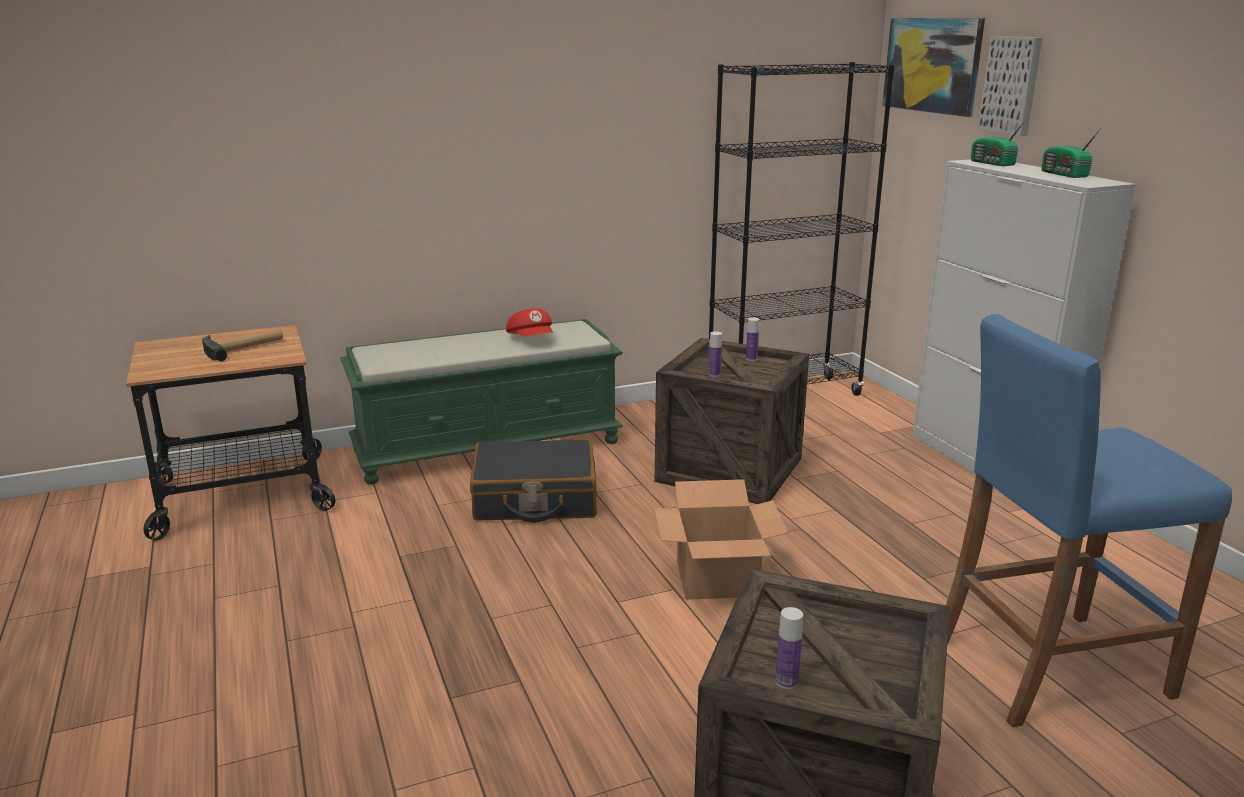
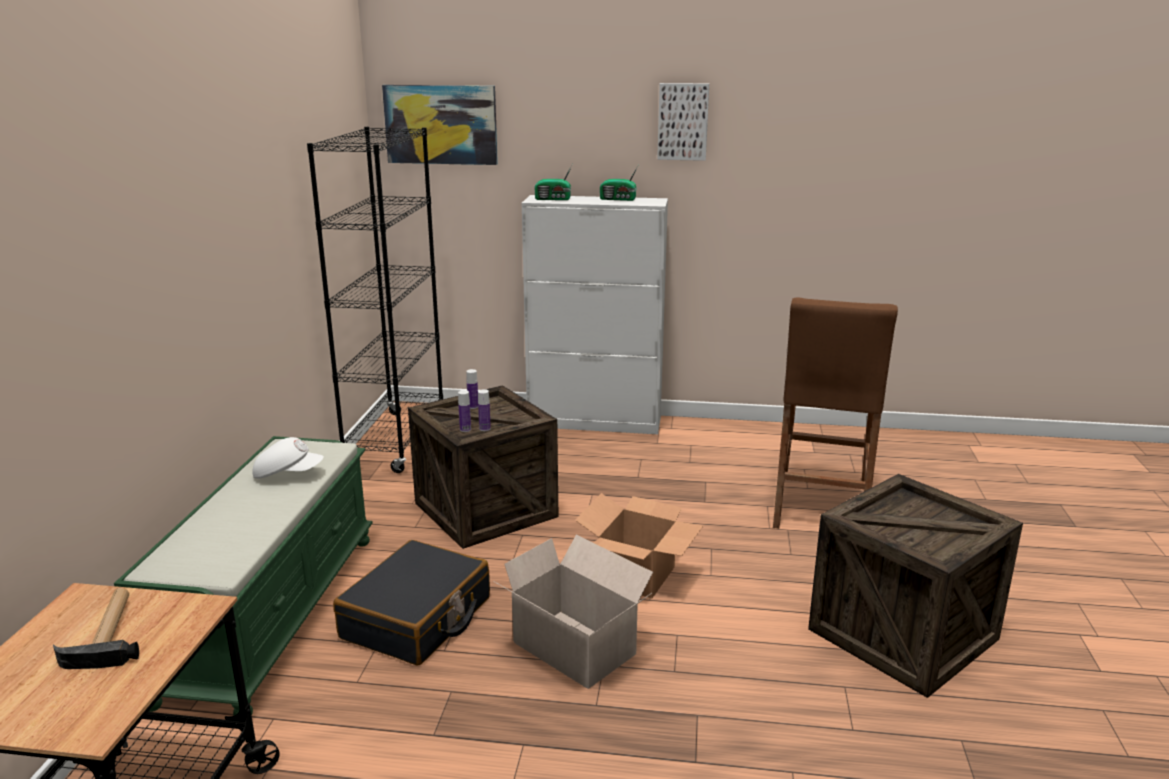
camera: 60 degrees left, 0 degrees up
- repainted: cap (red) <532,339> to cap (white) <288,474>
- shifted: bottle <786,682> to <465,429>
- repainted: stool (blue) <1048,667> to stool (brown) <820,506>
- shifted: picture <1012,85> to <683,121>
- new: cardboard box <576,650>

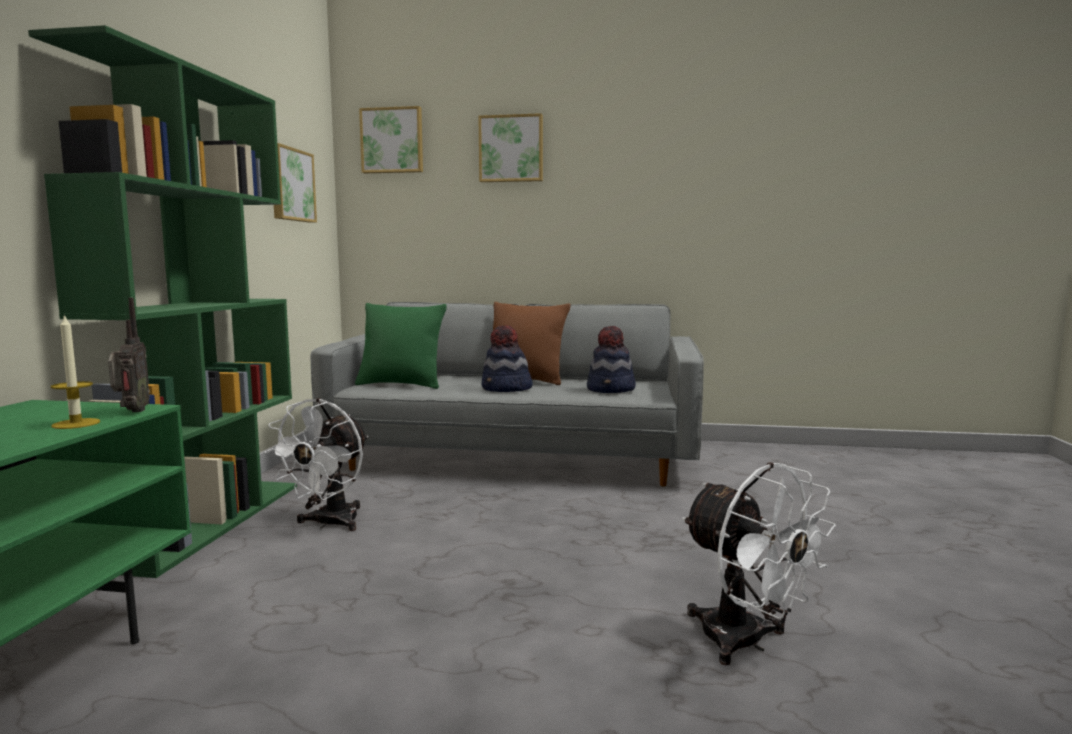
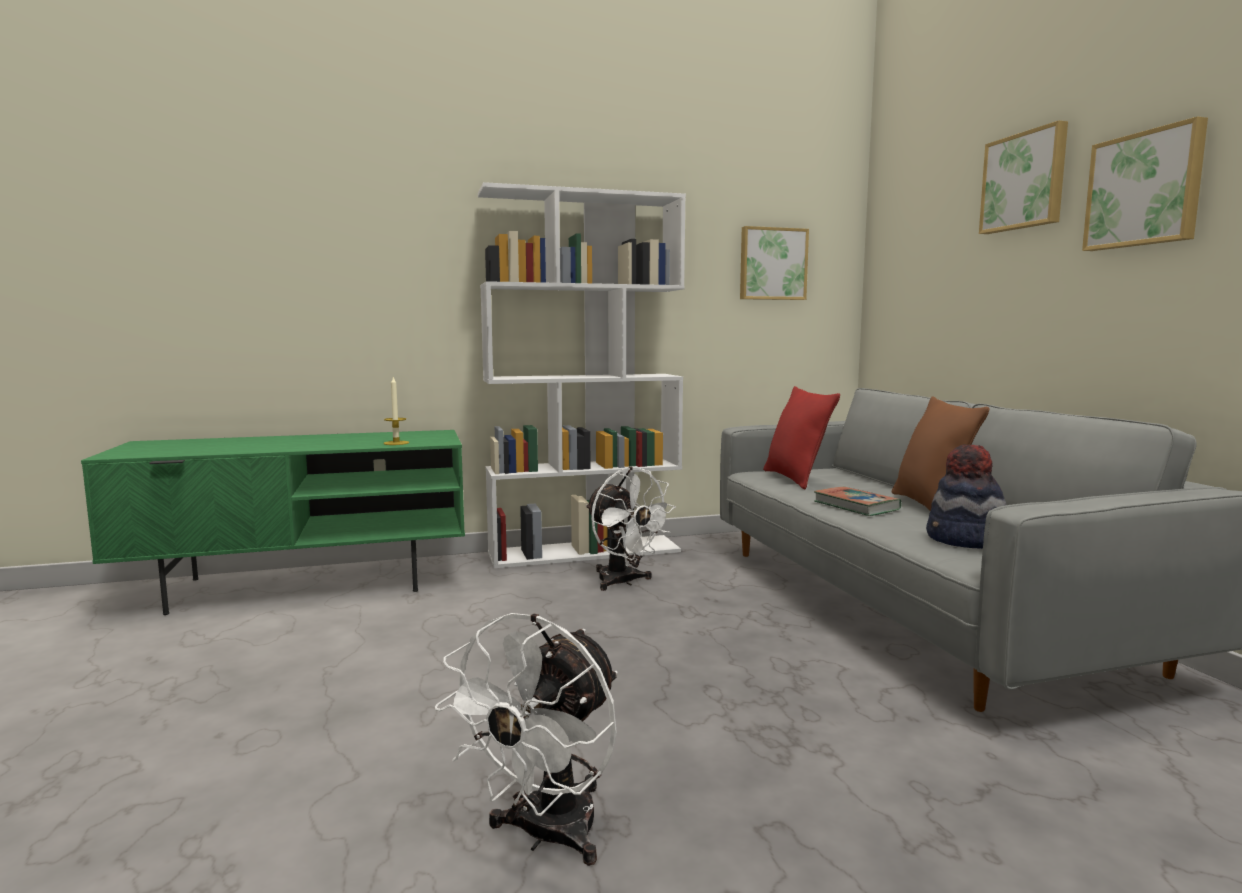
camera: 65 degrees right, 0 degrees up
- repainted: bookcase (green) <208,522> to bookcase (white) <585,551>
- gone: radio <131,412>
- rotated: fan (white) <329,524> = <623,582> 120 degrees counterclockwise
- repainted: pillow (green) <401,384> to pillow (red) <795,479>
- shifted: picture <392,141> to <1145,189>
- swapped: hat <506,389> to book <856,506>

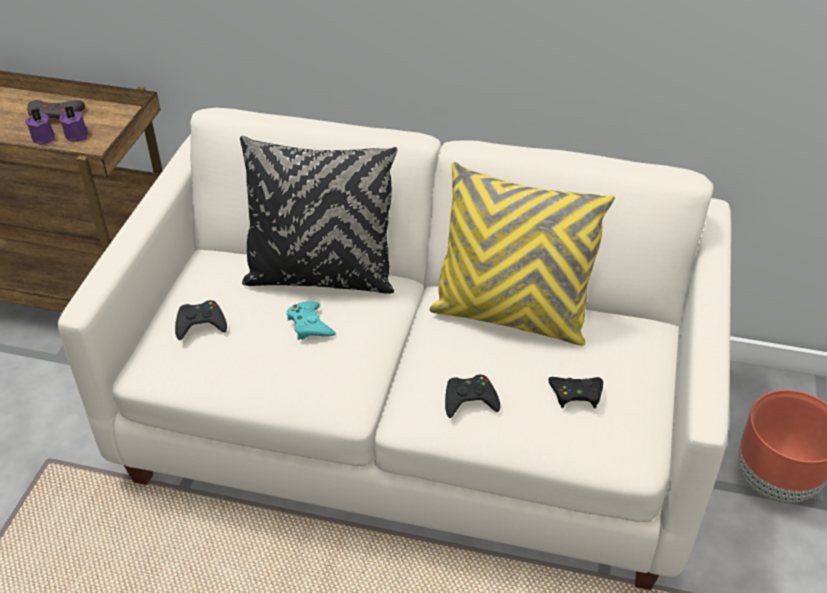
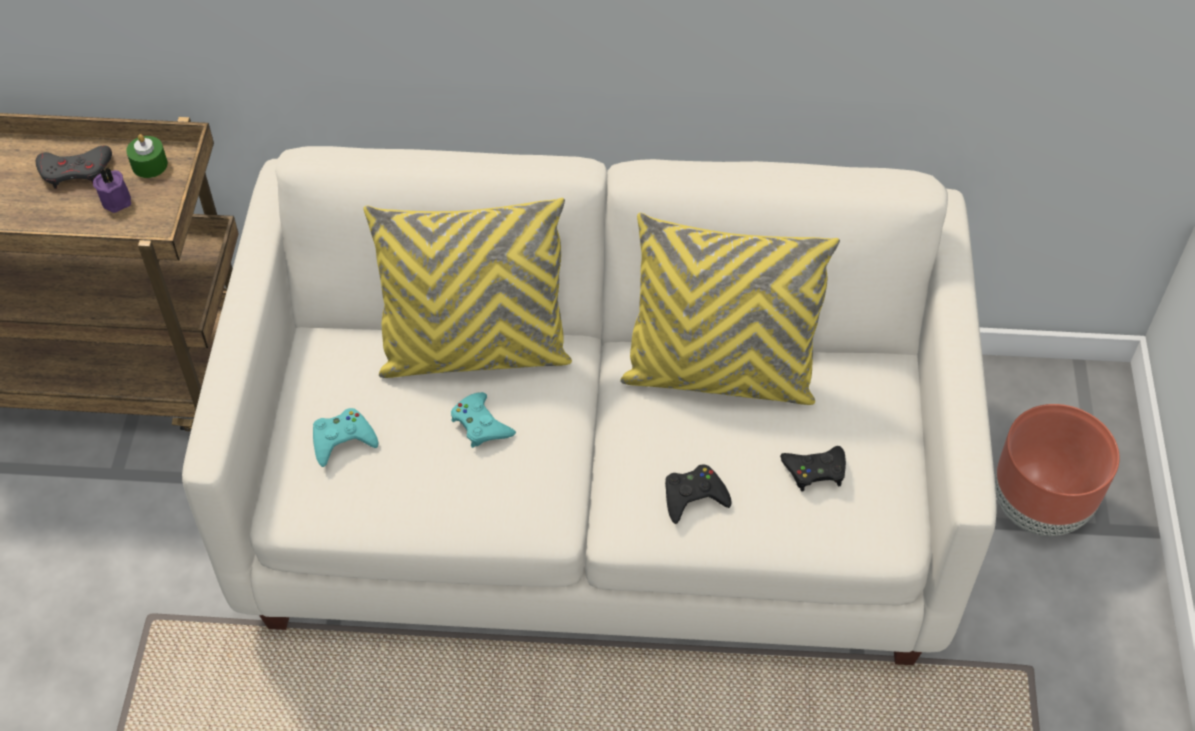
camera: 10 degrees left, 10 degrees up
- gone: candle (purple) <44,137>
- repainted: game controller (black) <200,324> to game controller (turquoise) <342,440>
- repainted: pillow (black) <321,277> to pillow (yellow) <475,352>
- new: candle (green) <149,165>

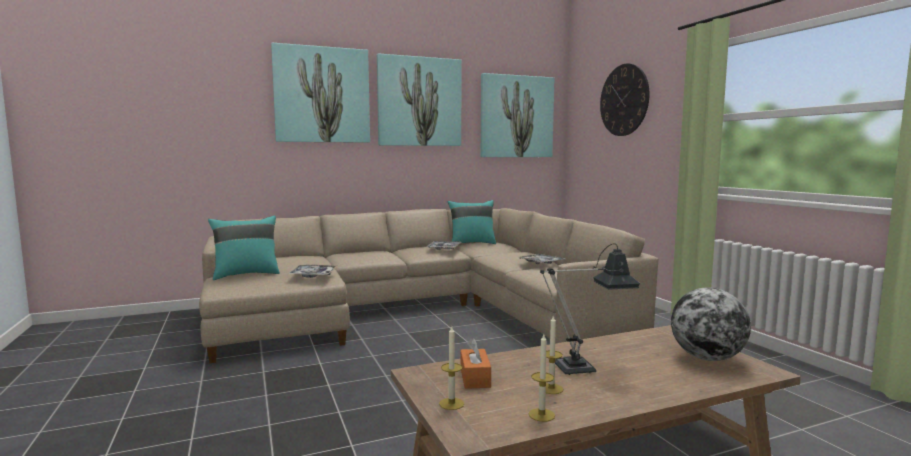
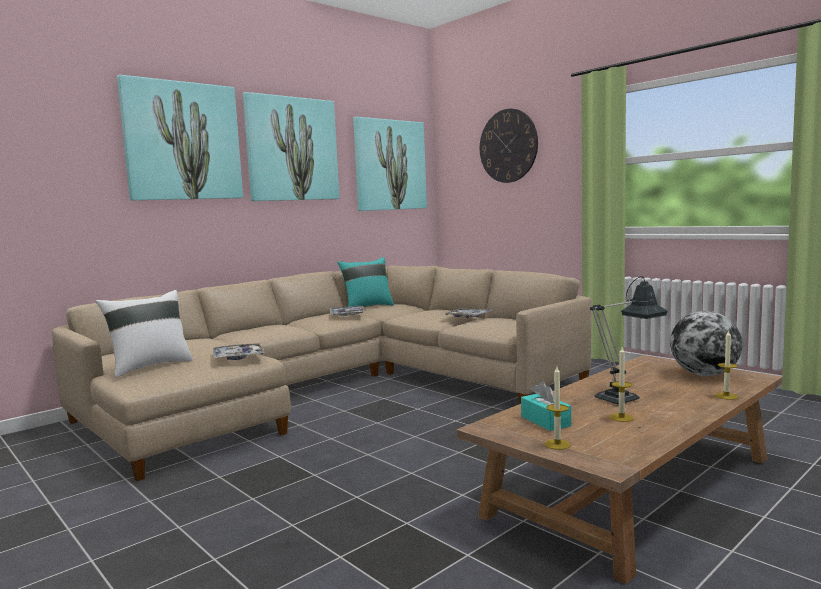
camera: 20 degrees left, 0 degrees up
- repainted: pillow (turquoise) <246,274> to pillow (white) <150,366>
- repainted: tissue box (orange) <475,377> to tissue box (turquoise) <545,421>
- shifted: candle <541,415> to <726,396>

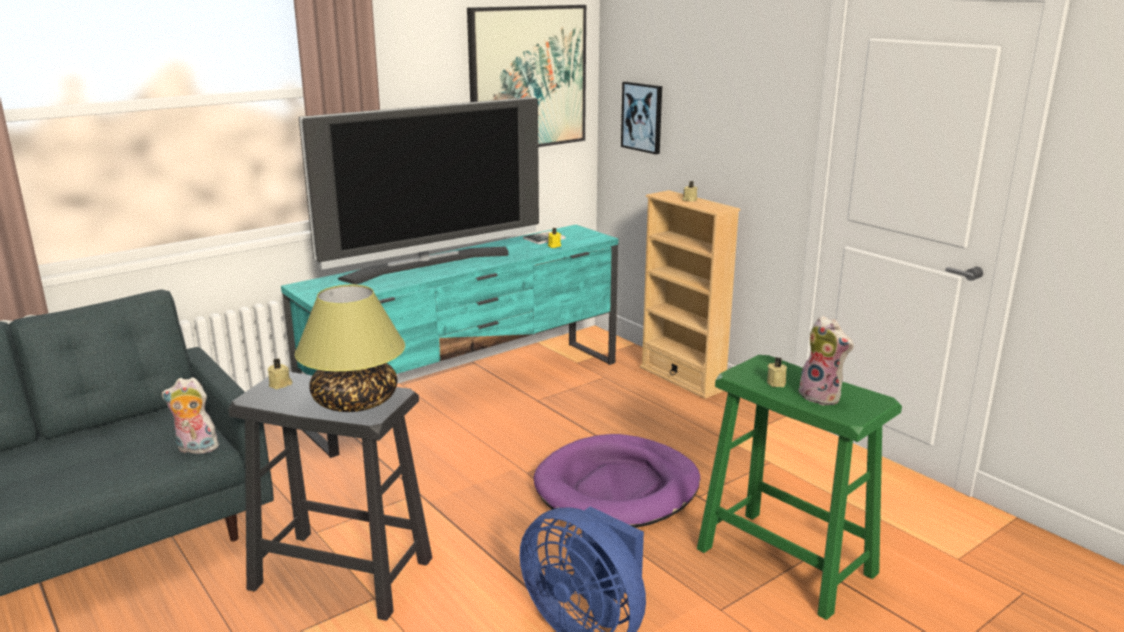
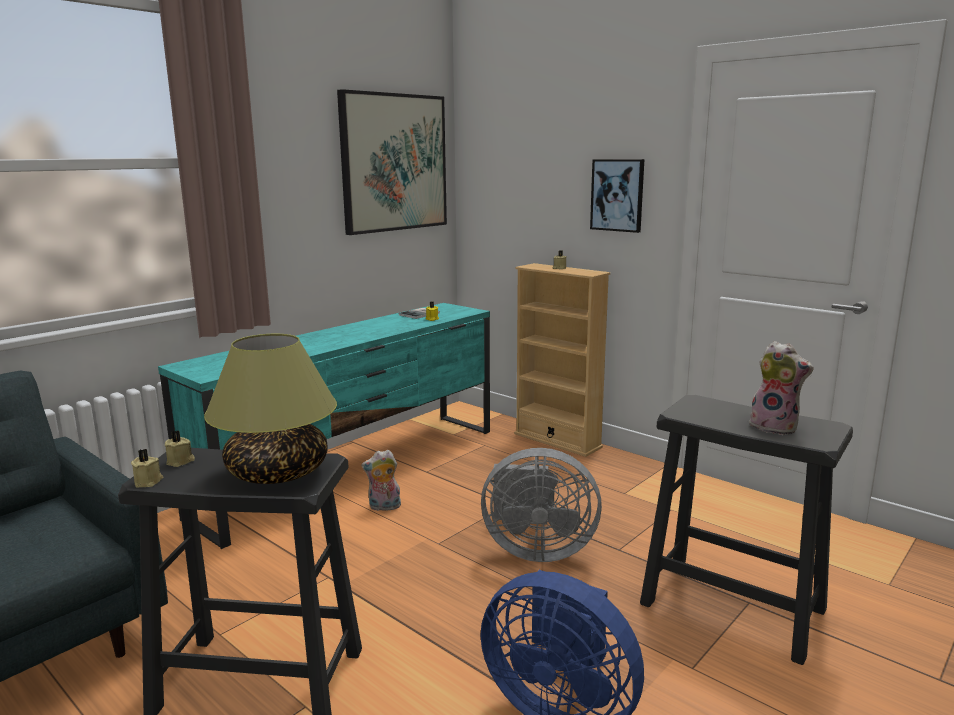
camera: 10 degrees left, 5 degrees down
- shifted: plush toy <195,449> to <384,507>
- gone: television <429,265>
- swapped: dog bed (purple) <617,488> to fan (grey) <535,549>
- shifted: picture <642,117> to <617,195>
- repainted: stool (green) <785,560> to stool (black) <731,606>
- shifted: candle (beige) <777,383> to <149,481>

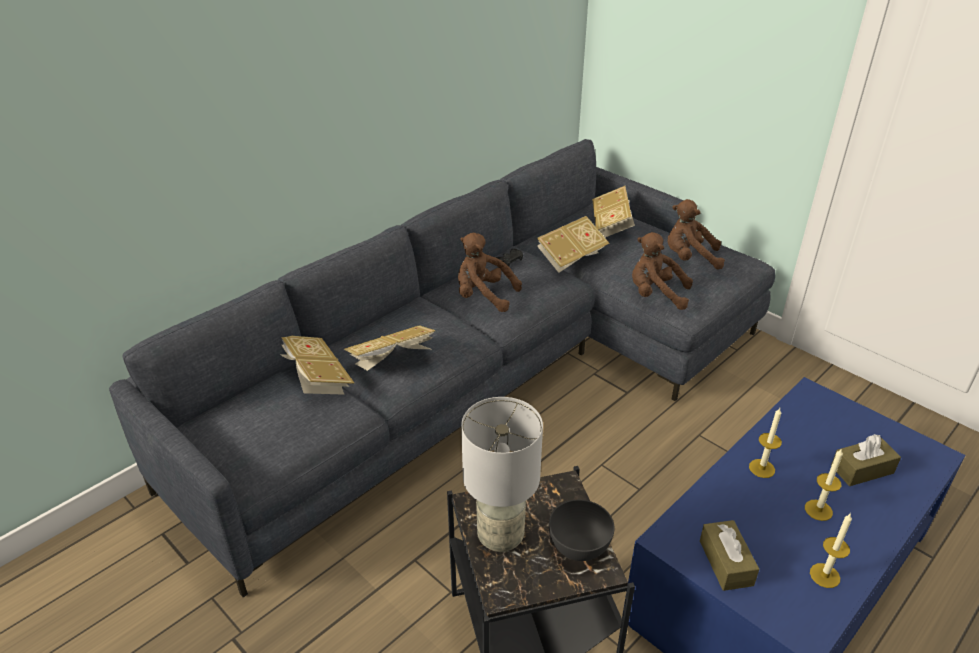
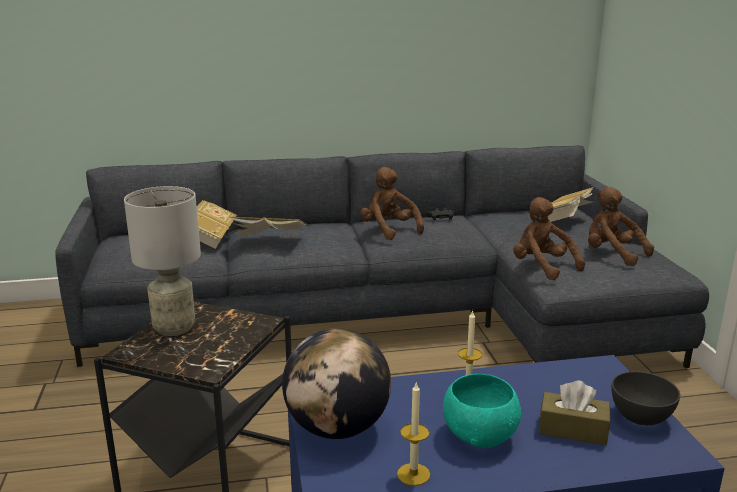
camera: 35 degrees right, 15 degrees down
- gone: book <570,257>
- shifted: bowl (grey) <579,546> to <641,417>
- swapped: tissue box (brown) <726,563> to globe <337,428>
- swapped: candle <818,510> to bowl (turquoise) <479,435>

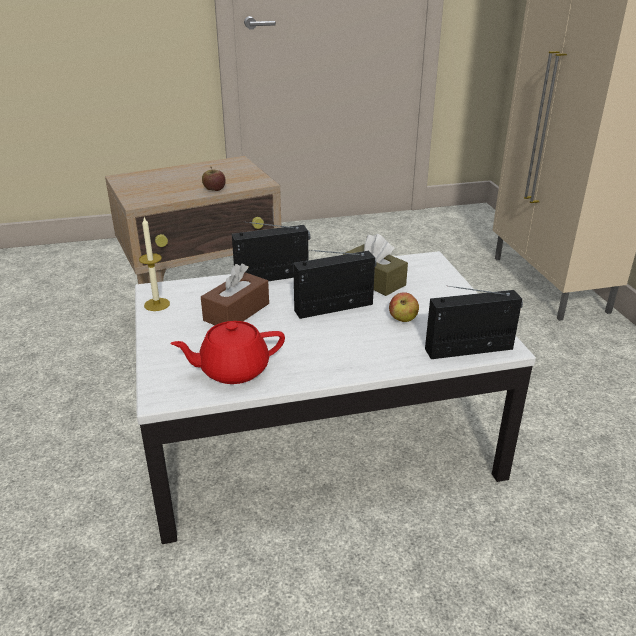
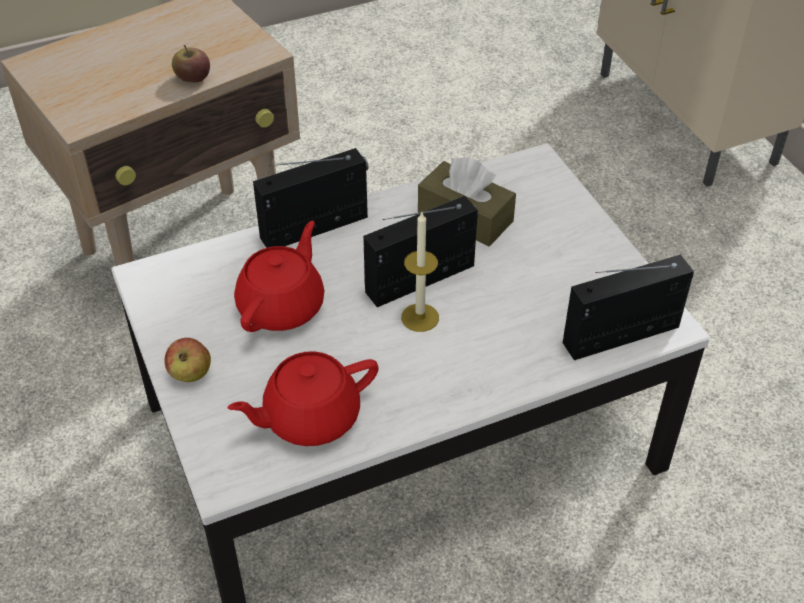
camera: 10 degrees left, 15 degrees up
- shifted: candle <157,304> to <420,317>
- swapped: tissue box (brown) <236,312> to teapot (red) <282,306>
- shifted: apple <403,319> to <190,374>

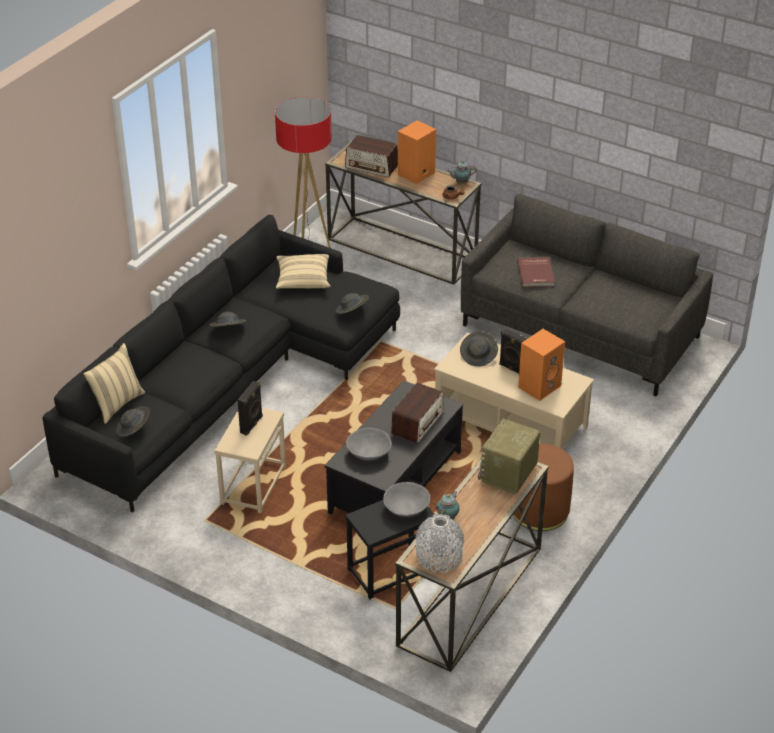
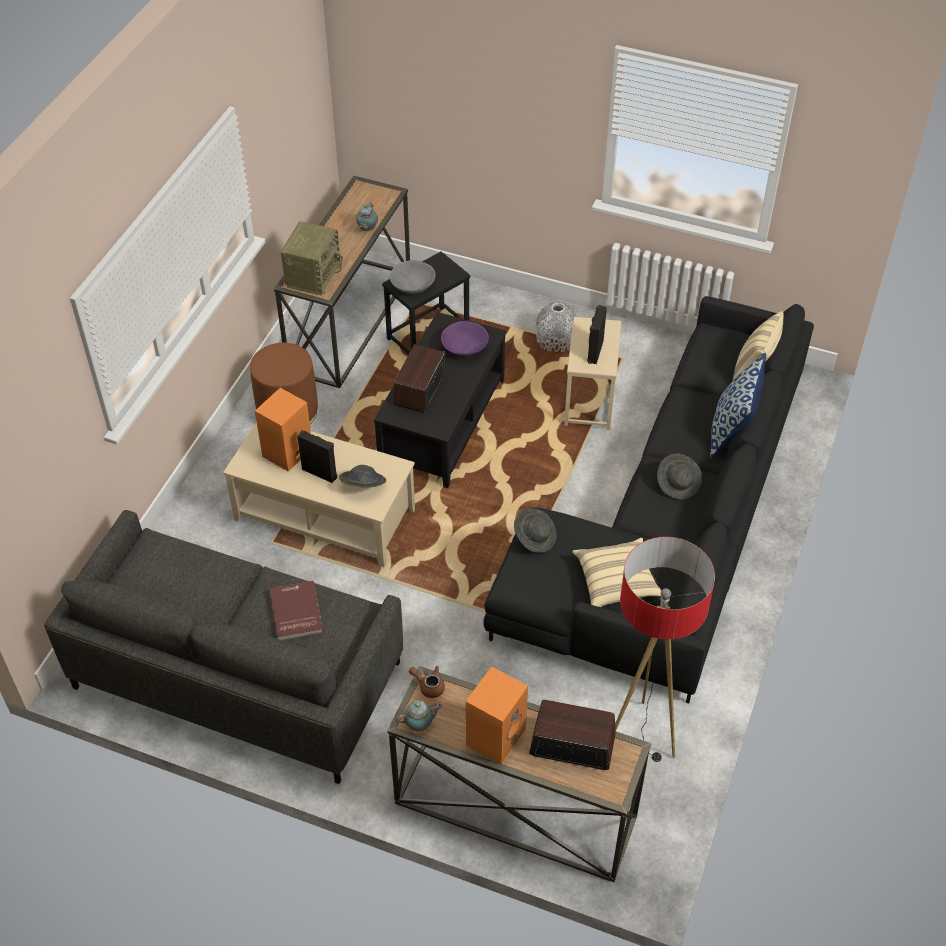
camera: 170 degrees right, 10 degrees up
- gone: hat (grey) <134,429>
- repainted: bowl (grey) <369,453> to bowl (purple) <464,348>
- shifted: vase (grey) <439,557> to <556,339>
- new: pillow <731,432>

